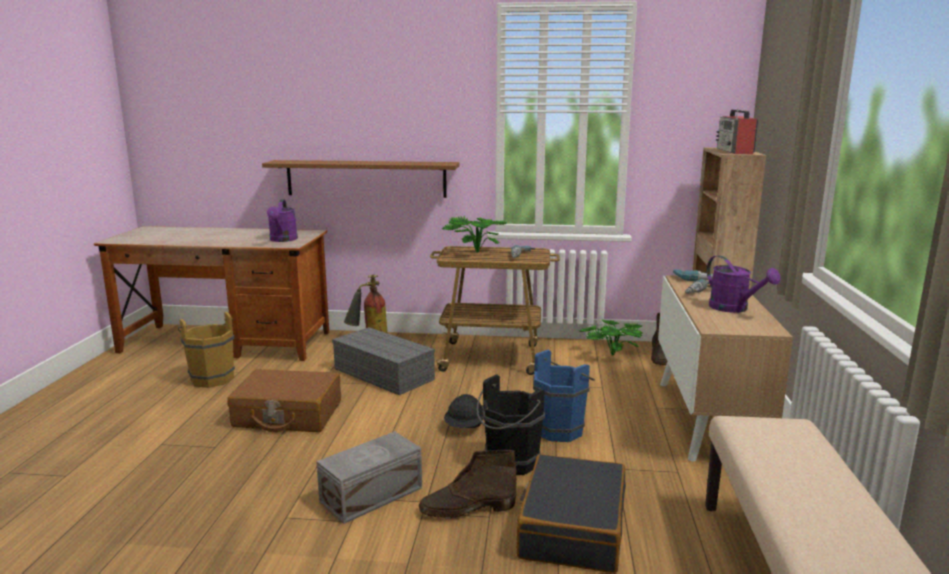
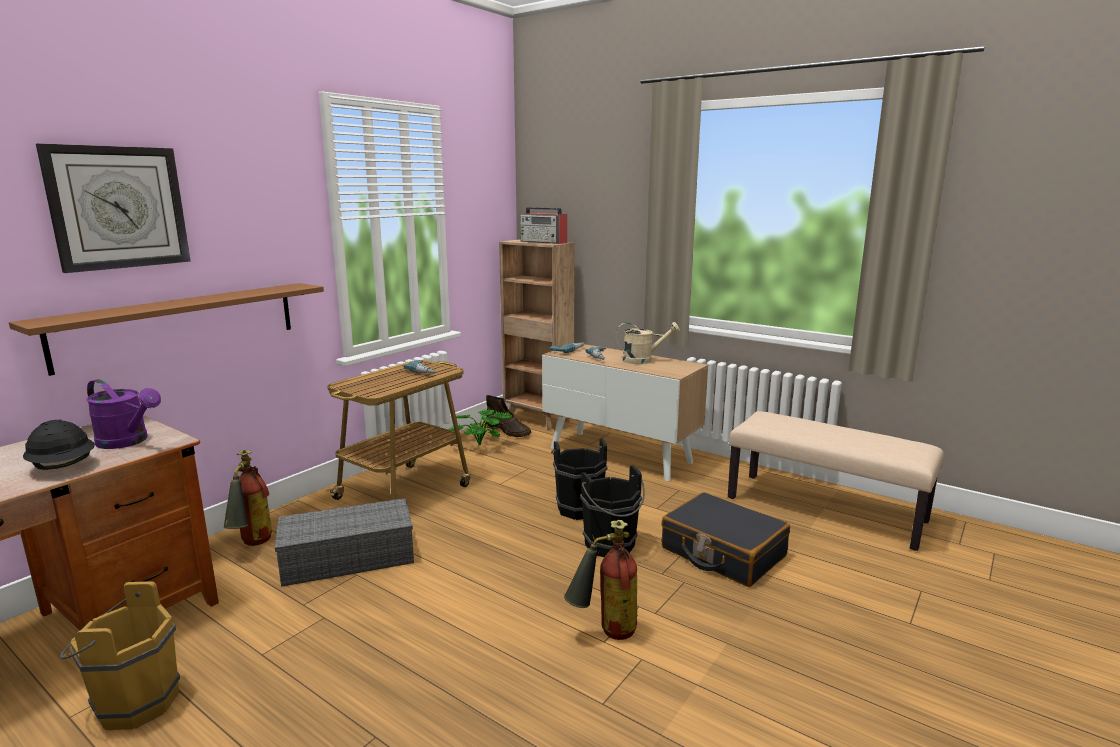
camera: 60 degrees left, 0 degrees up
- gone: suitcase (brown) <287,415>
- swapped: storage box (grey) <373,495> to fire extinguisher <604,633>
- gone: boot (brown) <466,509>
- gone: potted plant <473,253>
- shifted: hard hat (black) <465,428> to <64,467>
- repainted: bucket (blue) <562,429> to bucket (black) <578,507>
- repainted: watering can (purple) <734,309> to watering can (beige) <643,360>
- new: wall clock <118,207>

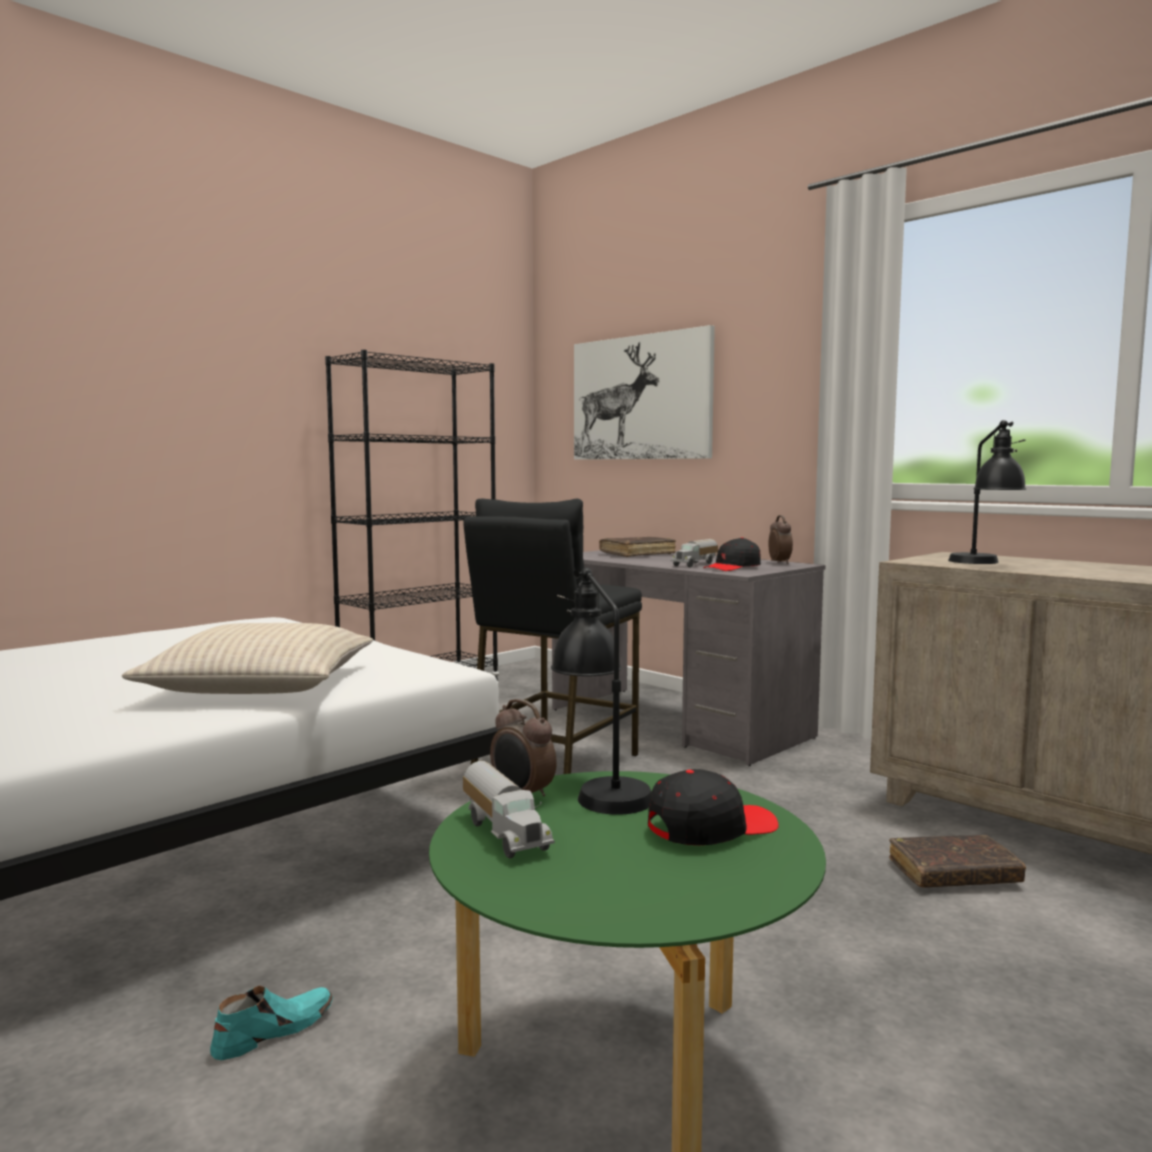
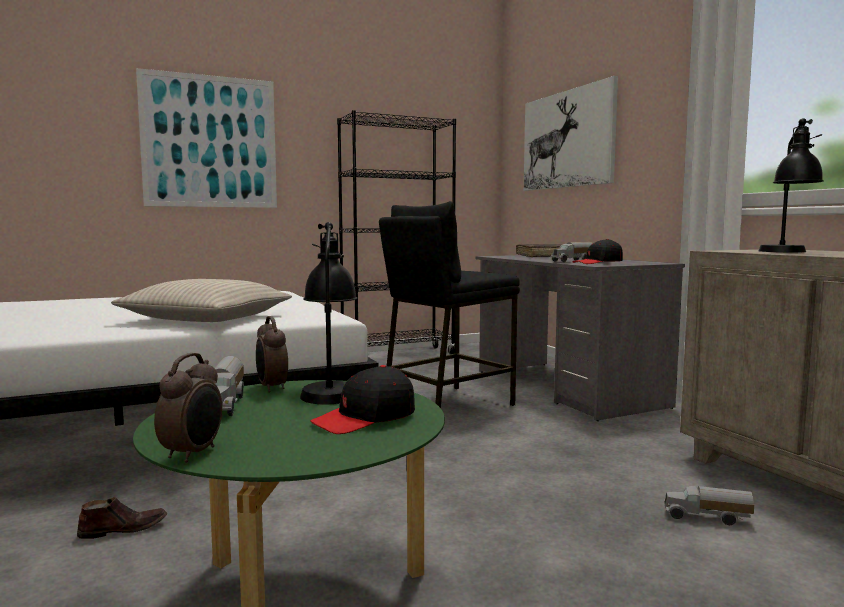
camera: 20 degrees right, 0 degrees up
- repainted: shoe (turquoise) <273,1031> to shoe (brown) <123,529>
- rotated: cap (black) <710,828> = <365,418> 150 degrees clockwise
- shifted: alarm clock <780,563> to <194,454>
- swapped: book (brown) <954,874> to toy truck <706,518>
- new: picture <210,142>

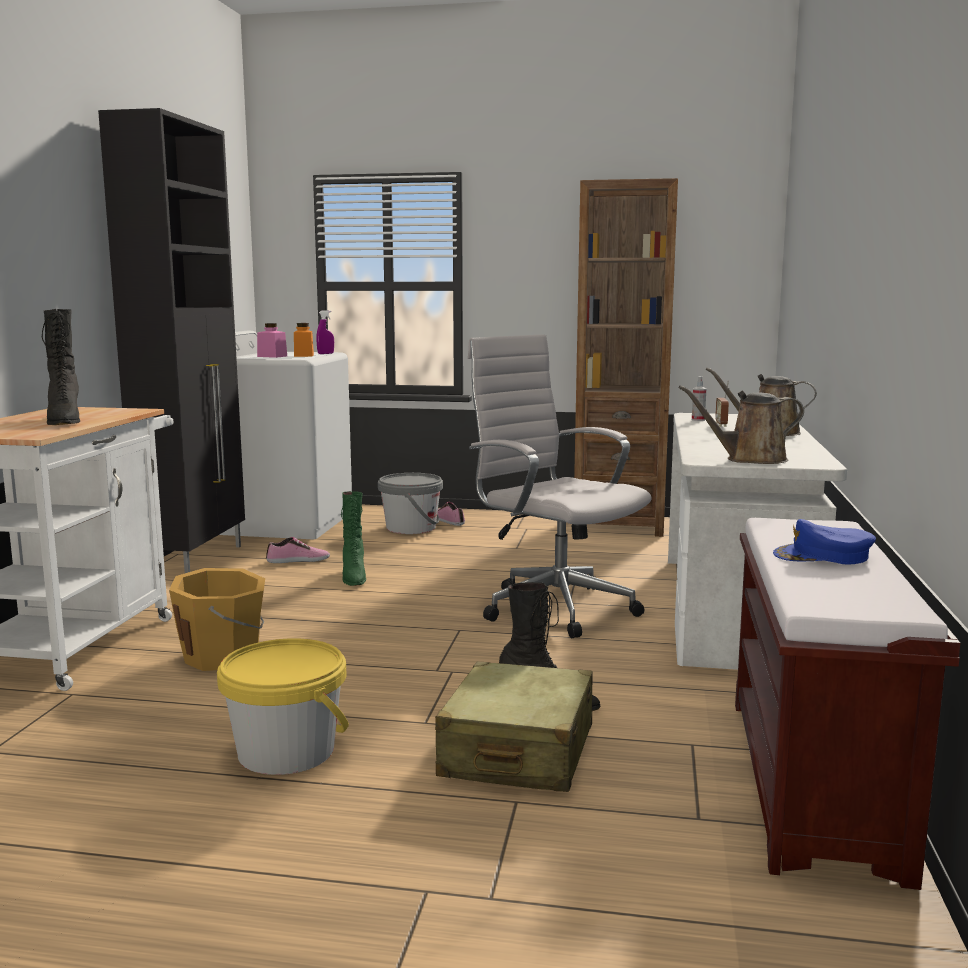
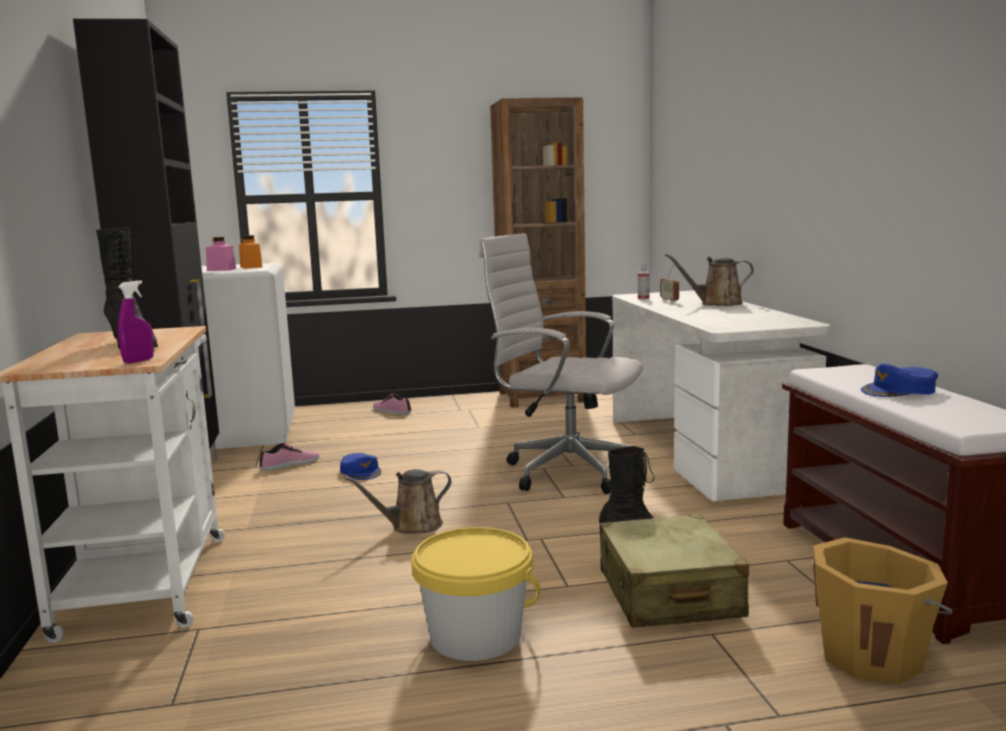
camera: 20 degrees left, 0 degrees up
- shifted: bucket (orange) <224,656> to <872,655>
- shifted: spray bottle (purple) <325,353> to <139,361>
- swapped: boot (green) <353,577> to cap (blue) <361,471>
- gone: bucket (grey) <411,528>
- shifted: watering can (brown) <750,459> to <412,526>

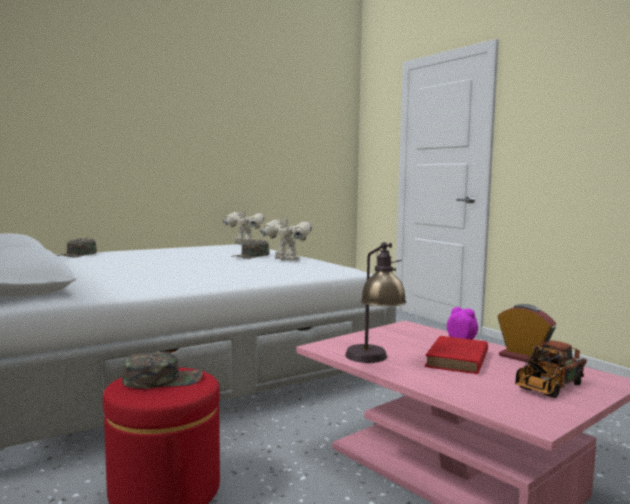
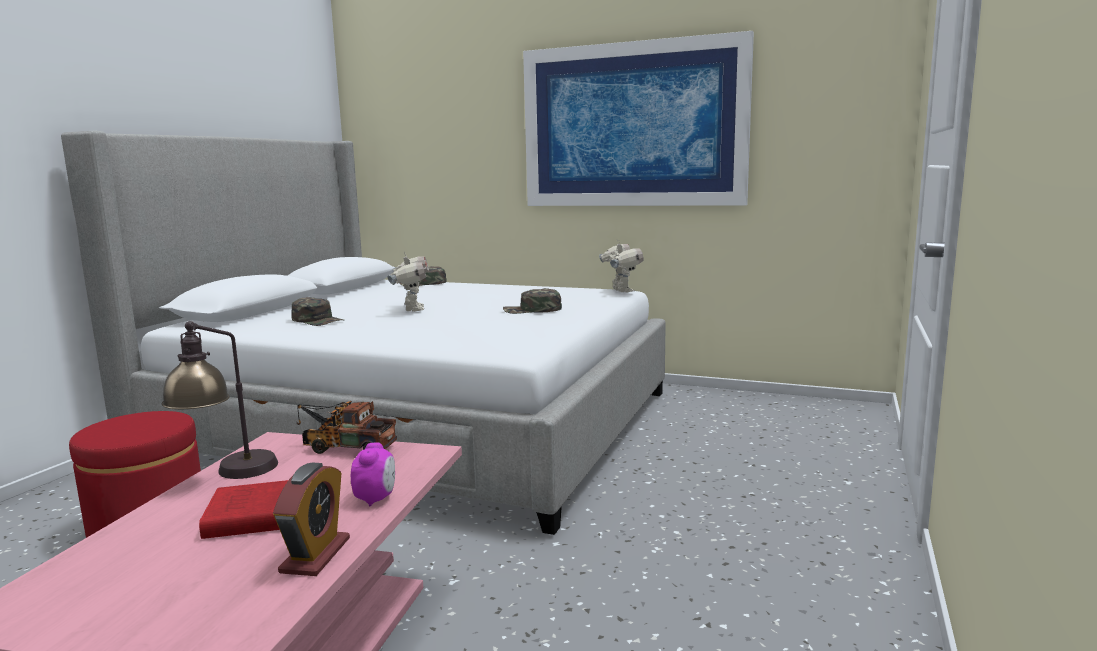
camera: 55 degrees right, 5 degrees up
- shifted: cap (green) <163,380> to <318,320>
- shifted: toy robot <286,260> to <412,309>
- shifted: toy truck <546,388> to <345,448>
- new: picture <633,125>

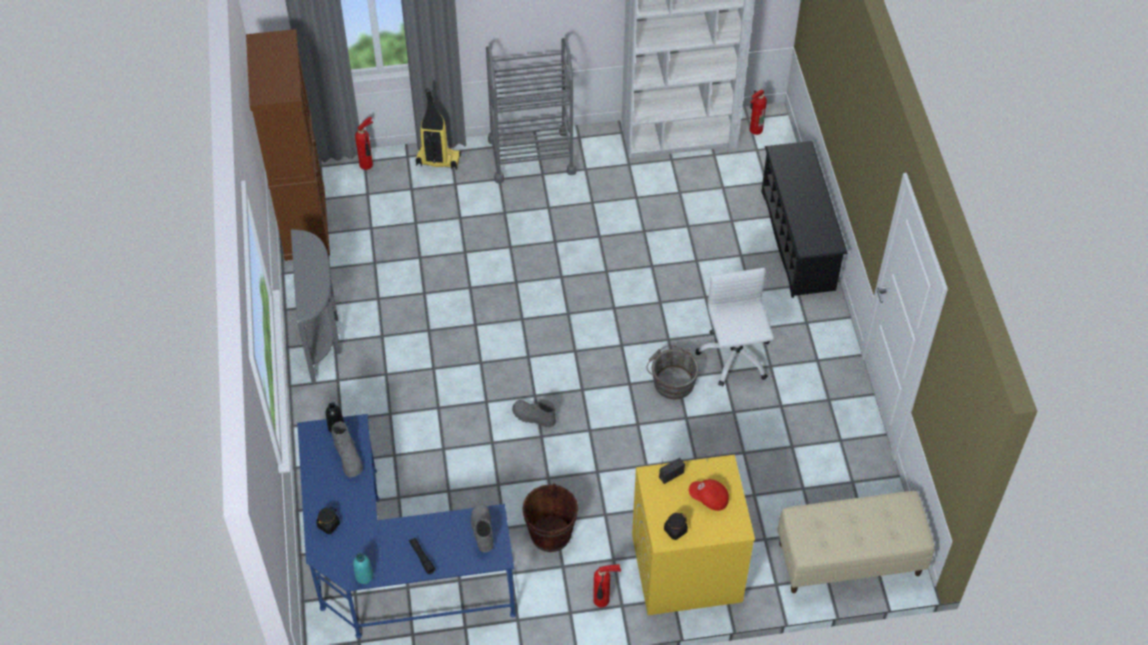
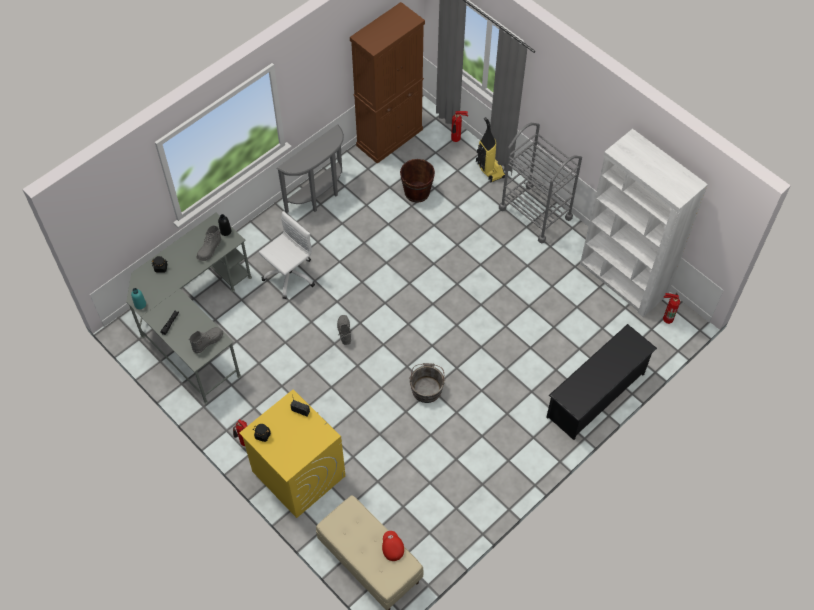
camera: 55 degrees right, 5 degrees up
- repainted: desk (blue) <391,566> to desk (grey) <195,324>
- shifted: bucket (brown) <550,534> to <417,192>
- shifted: cap (red) <709,498> to <392,548>
- shifted: office chair (white) <734,356> to <289,275>

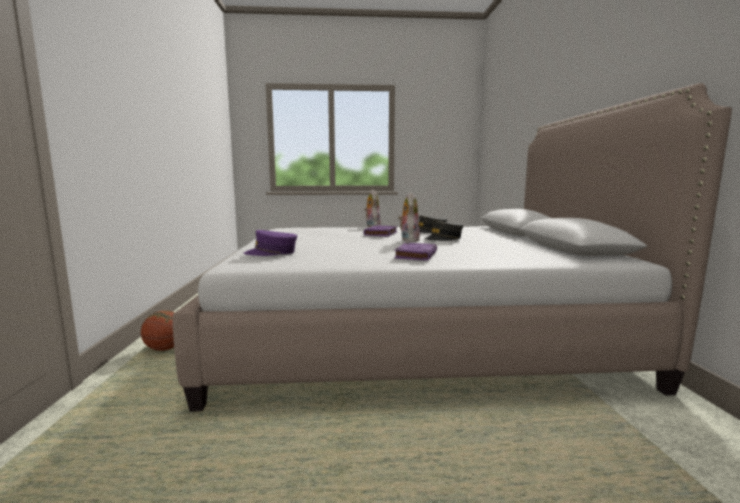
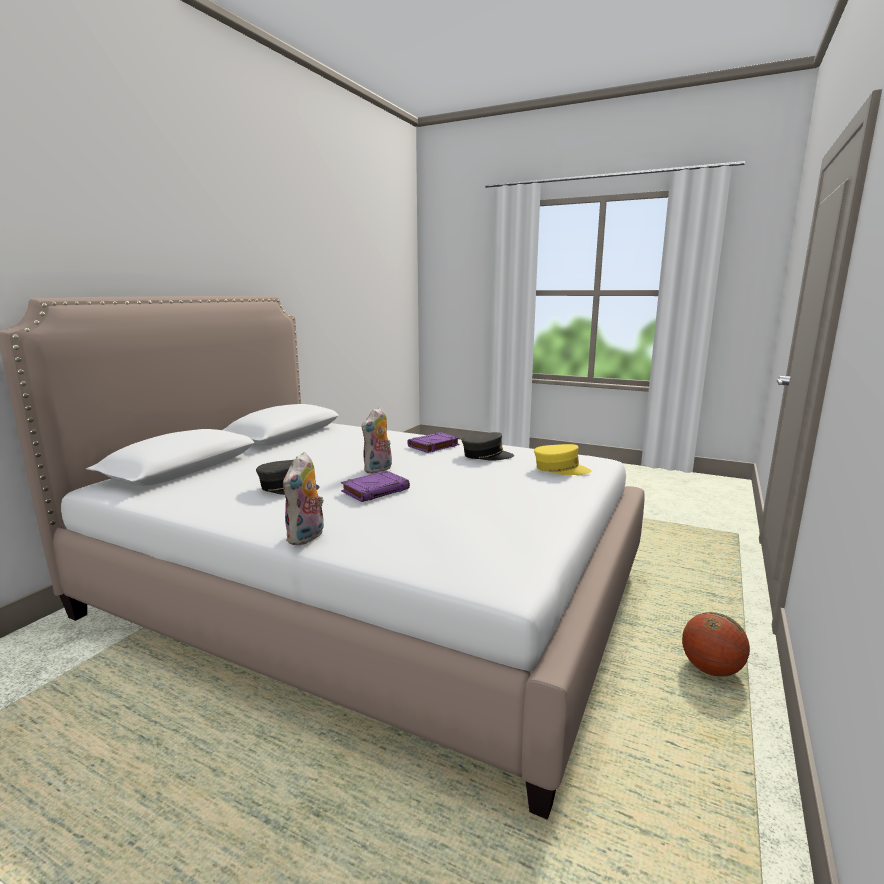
camera: 150 degrees left, 5 degrees up
- repainted: cap (purple) <271,253> to cap (yellow) <560,469>
- shifted: cap (grey) <443,238> to <486,455>

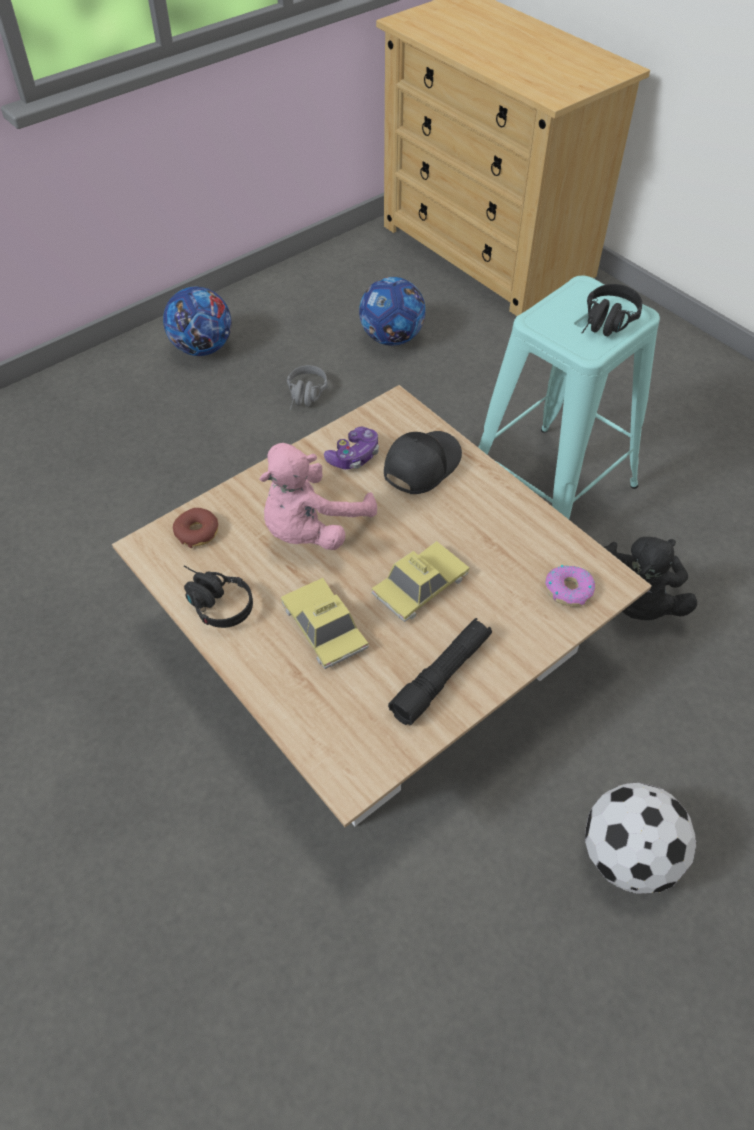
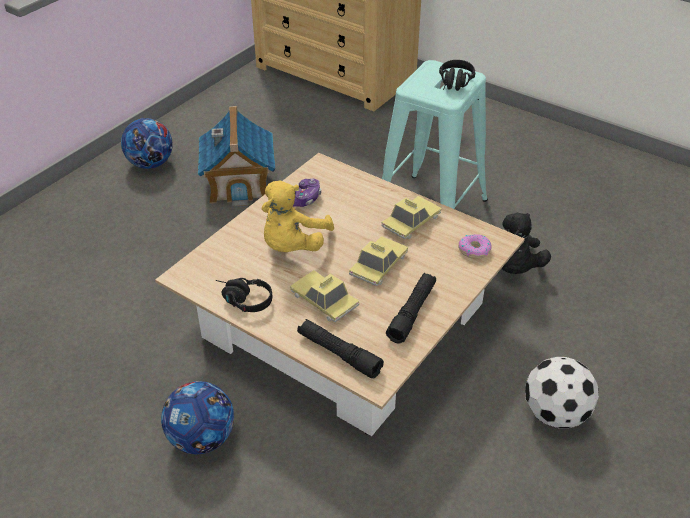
camera: 15 degrees left, 10 degrees down
- gone: donut <197,532>
- repainted: plush toy (pink) <311,529> to plush toy (yellow) <292,246>
- swapped: headphones (grey) <306,397> to toy house <239,183>
- shifted: football <392,338> to <202,438>
- gone: cap (black) <420,466>
- new: flashlight (black) <339,354>
- new: toy car <411,222>

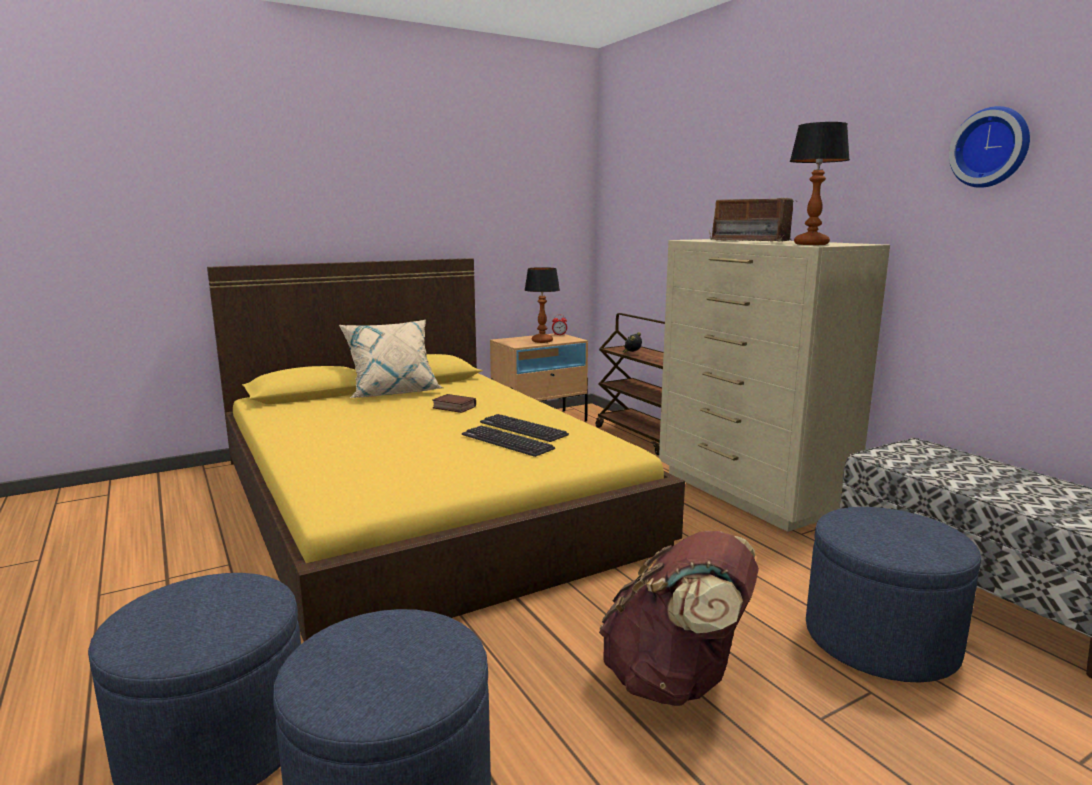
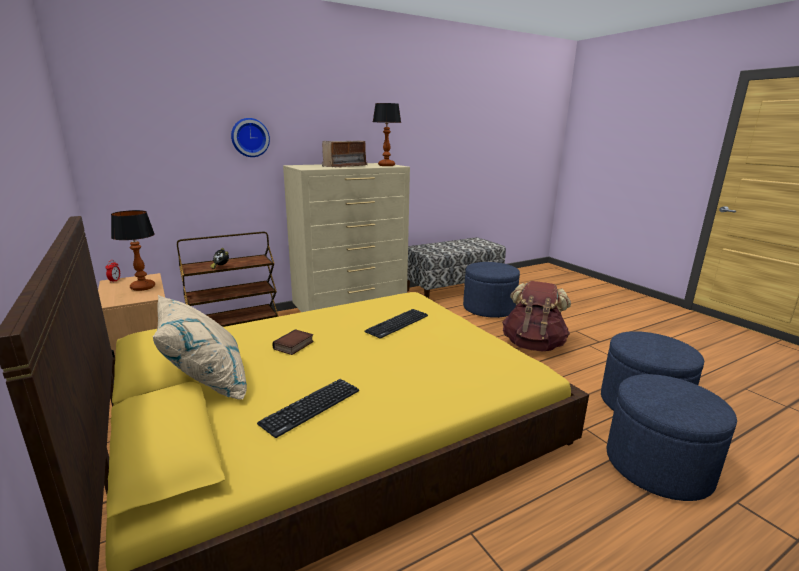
camera: 90 degrees left, 5 degrees up
- shifted: keyboard <523,429> to <311,407>
- shifted: wall clock <991,148> to <250,137>

